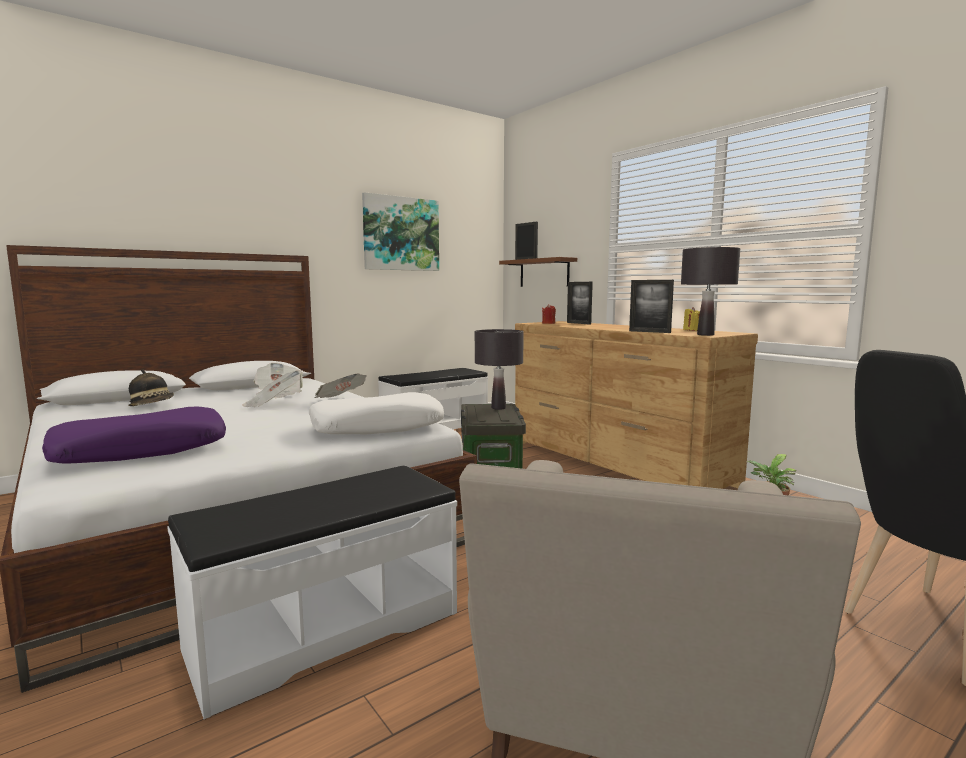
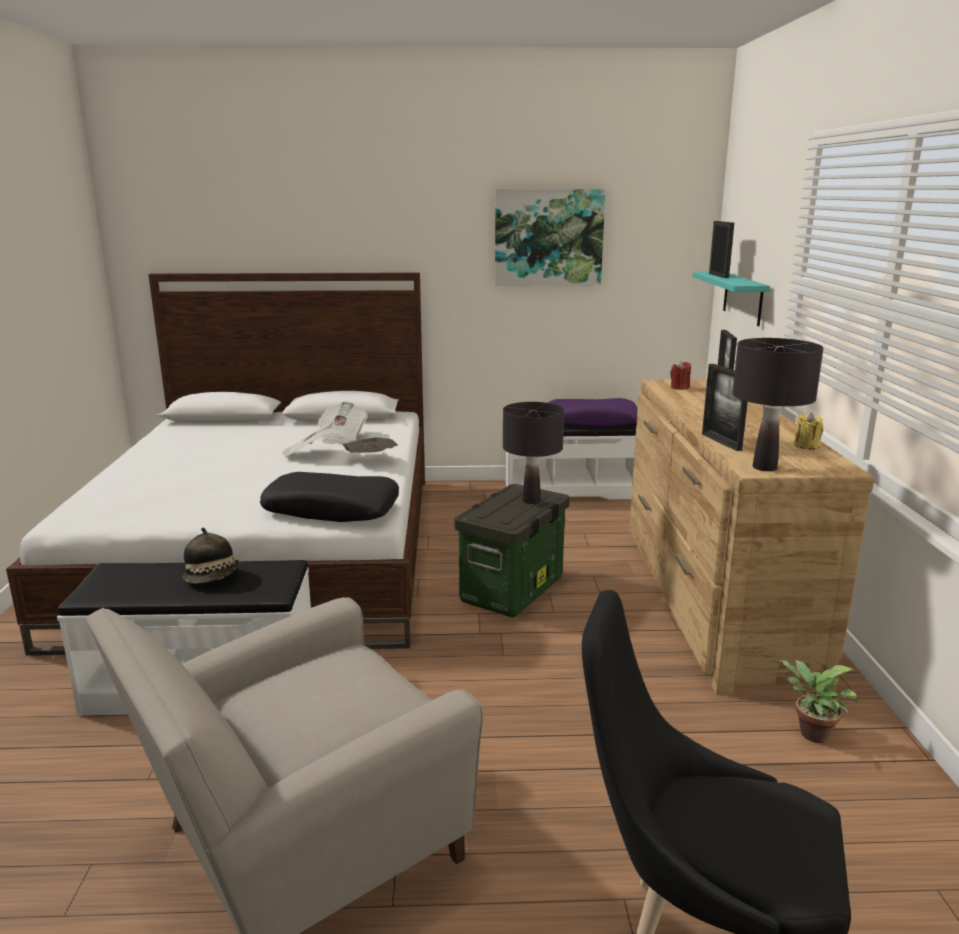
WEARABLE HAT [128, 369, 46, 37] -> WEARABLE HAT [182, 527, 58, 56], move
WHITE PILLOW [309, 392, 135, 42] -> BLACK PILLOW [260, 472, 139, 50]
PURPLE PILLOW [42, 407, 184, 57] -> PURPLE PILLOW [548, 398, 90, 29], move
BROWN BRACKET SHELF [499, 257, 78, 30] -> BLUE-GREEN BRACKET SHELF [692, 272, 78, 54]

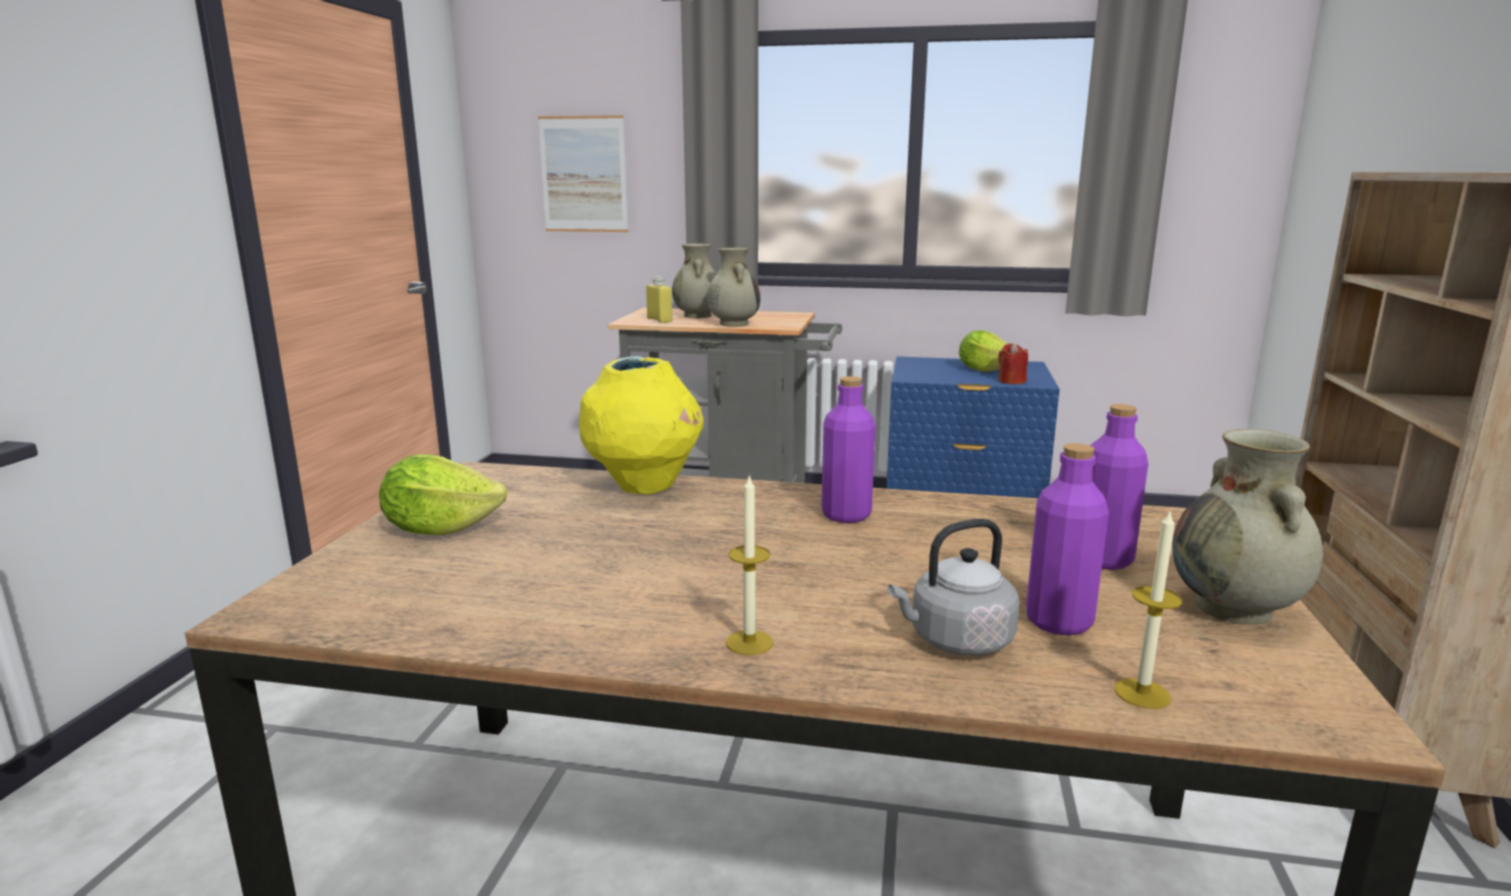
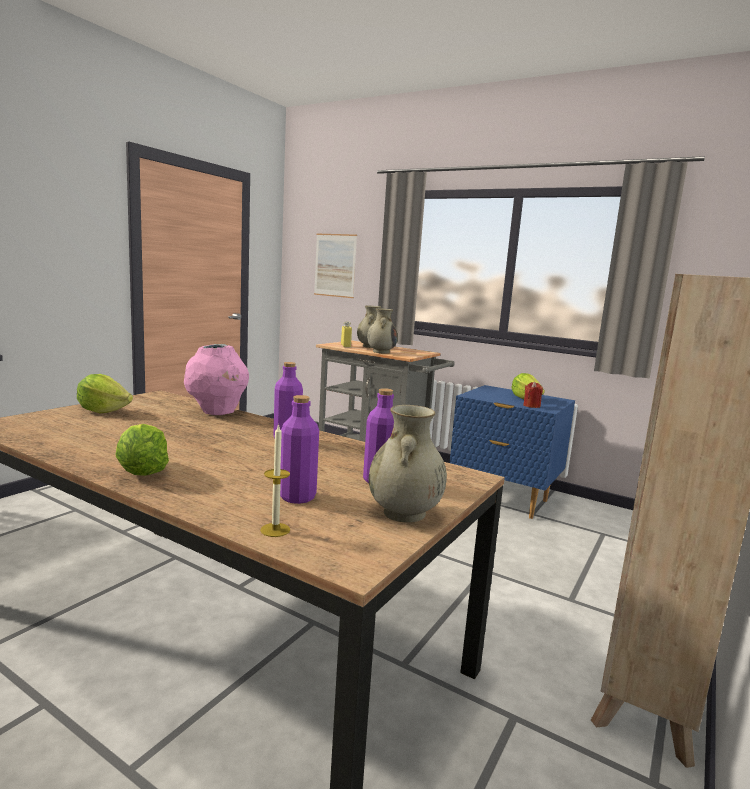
WAX LIGHT [726, 474, 47, 181] -> LETTUCE [115, 424, 54, 52]
YELLOWISH DECORATIVE VASE [579, 356, 125, 138] -> PINK-COLOURED DECORATIVE VASE [184, 344, 65, 71]
GRAY WATER KETTLE [888, 519, 132, 137] -> none

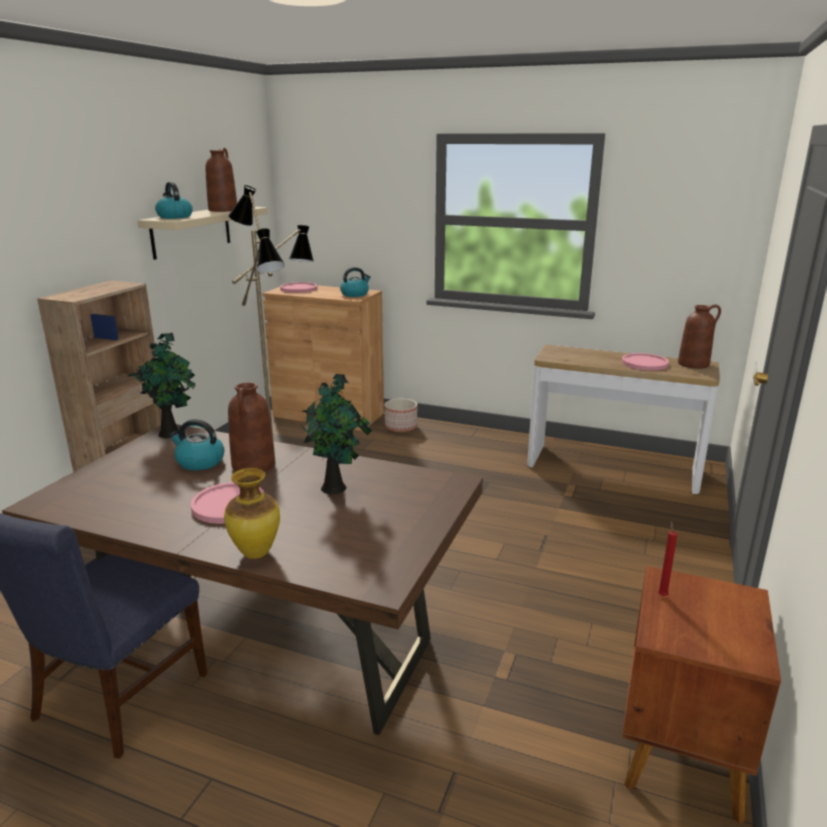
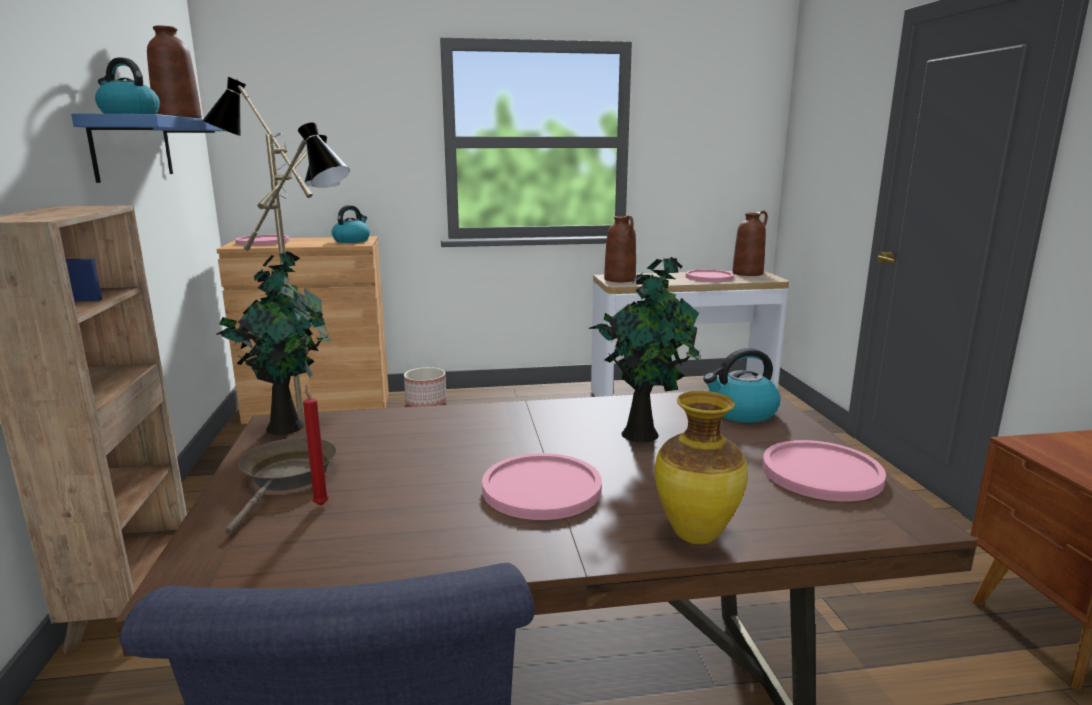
BEIGE-COLOURED BRACKET SHELF [137, 207, 131, 53] -> BLUE BRACKET SHELF [71, 114, 154, 69]
none -> BROWN FRYING PAN [225, 437, 112, 98]
RED-COLOURED WAX LIGHT [658, 521, 19, 75] -> RED-COLOURED WAX LIGHT [303, 384, 26, 121], move
BROWN DECORATIVE VASE [228, 382, 47, 90] -> BROWN DECORATIVE VASE [604, 215, 32, 67], move
WATER KETTLE [169, 419, 56, 51] -> WATER KETTLE [703, 348, 78, 75], move
none -> PINK-COLOURED DINNER PLATE [762, 440, 124, 62]

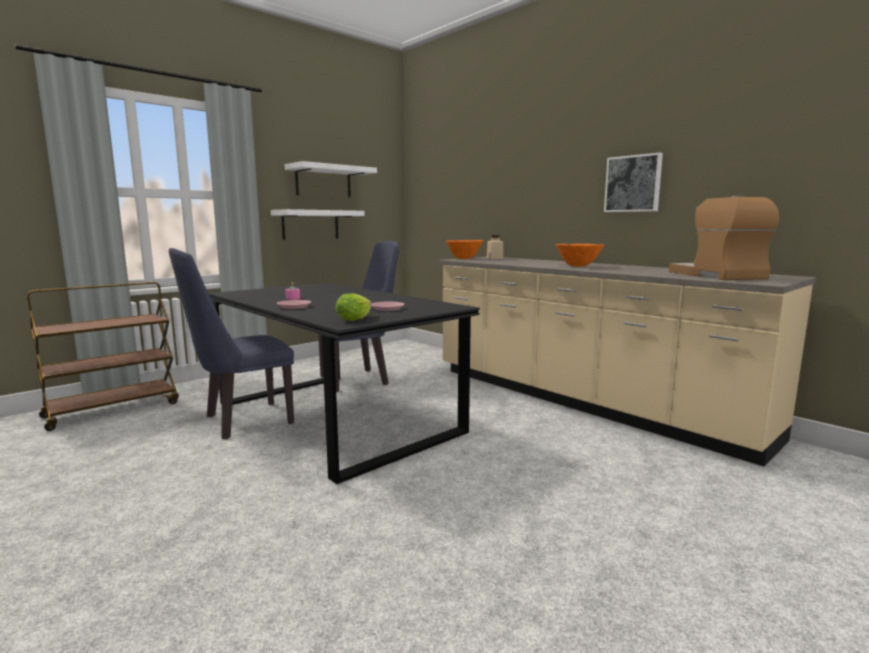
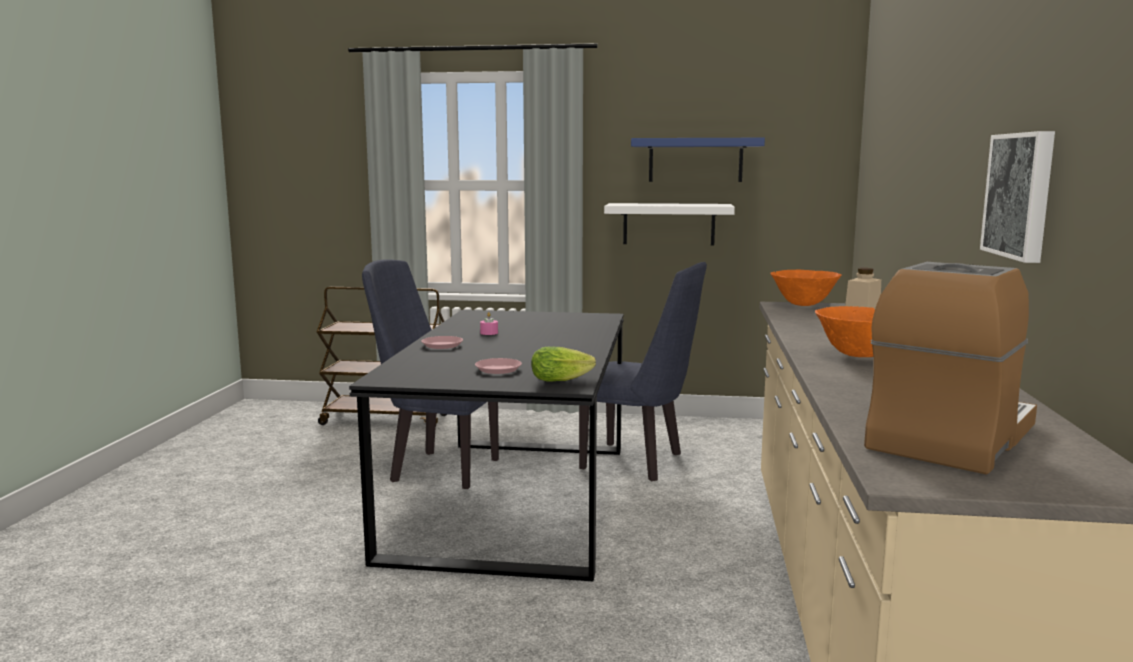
LETTUCE [335, 293, 36, 28] -> LETTUCE [531, 346, 65, 36], move
WHITE BRACKET SHELF [285, 161, 92, 36] -> BLUE BRACKET SHELF [631, 138, 134, 44]

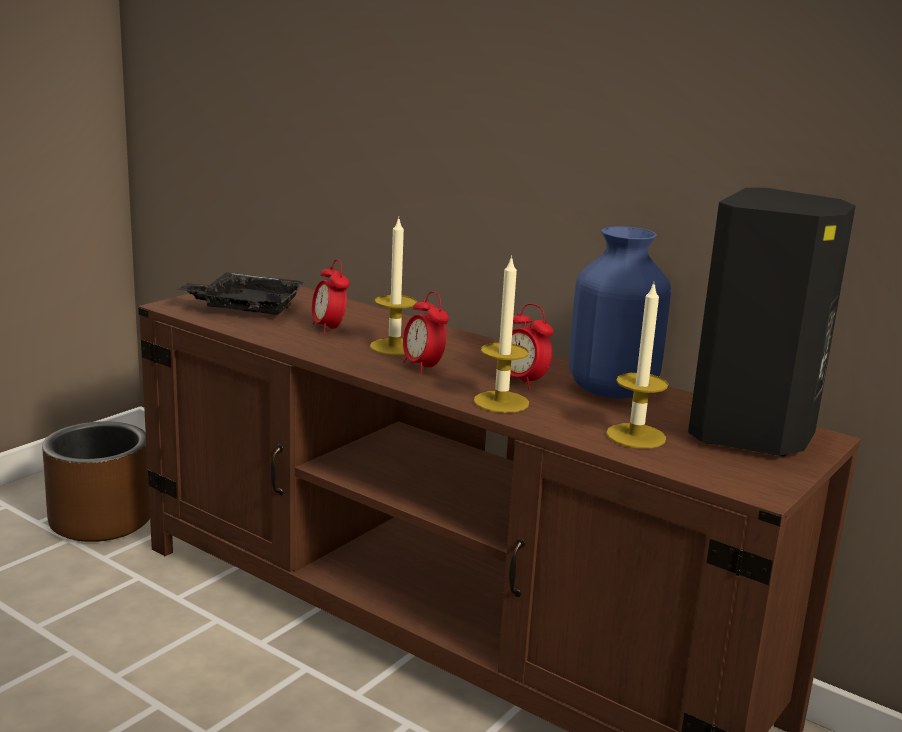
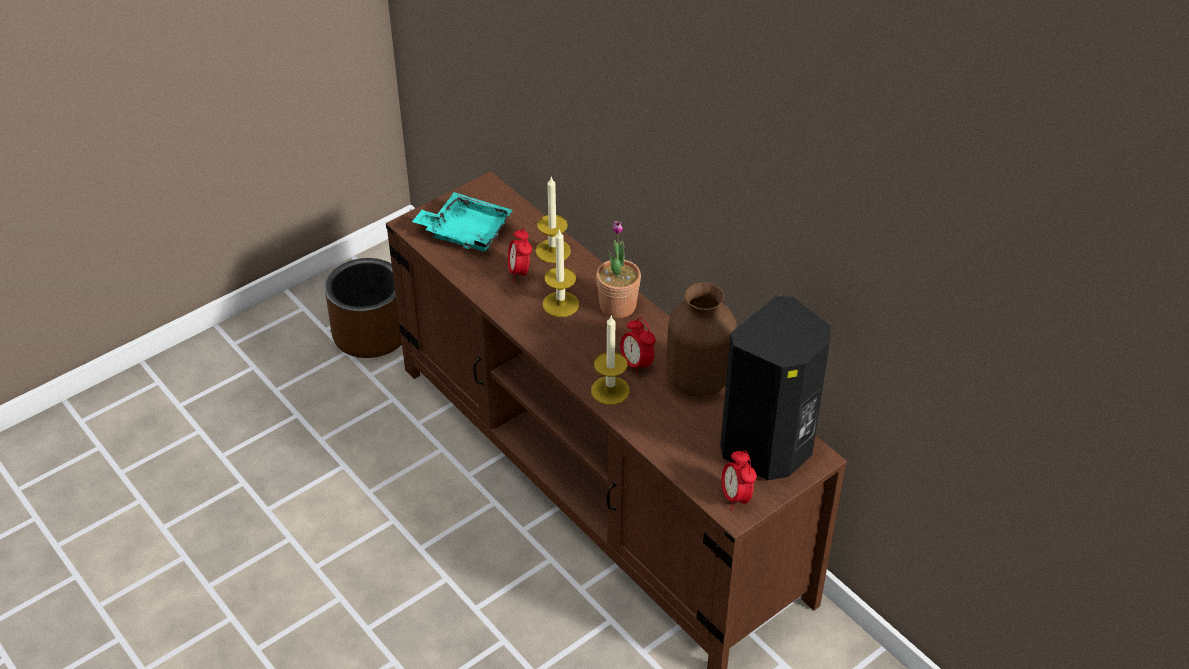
BLACK CARRYING TRAY [177, 272, 128, 43] -> BLUE-GREEN CARRYING TRAY [412, 192, 101, 60]
WAX LIGHT [606, 283, 62, 165] -> WAX LIGHT [535, 177, 36, 86], move
none -> PLANT IN A POT [596, 221, 45, 97]
BLUE DECORATIVE VASE [569, 226, 102, 172] -> BROWN DECORATIVE VASE [666, 282, 70, 115]
BEDSIDE CLOCK [403, 291, 46, 83] -> BEDSIDE CLOCK [722, 450, 35, 60], move

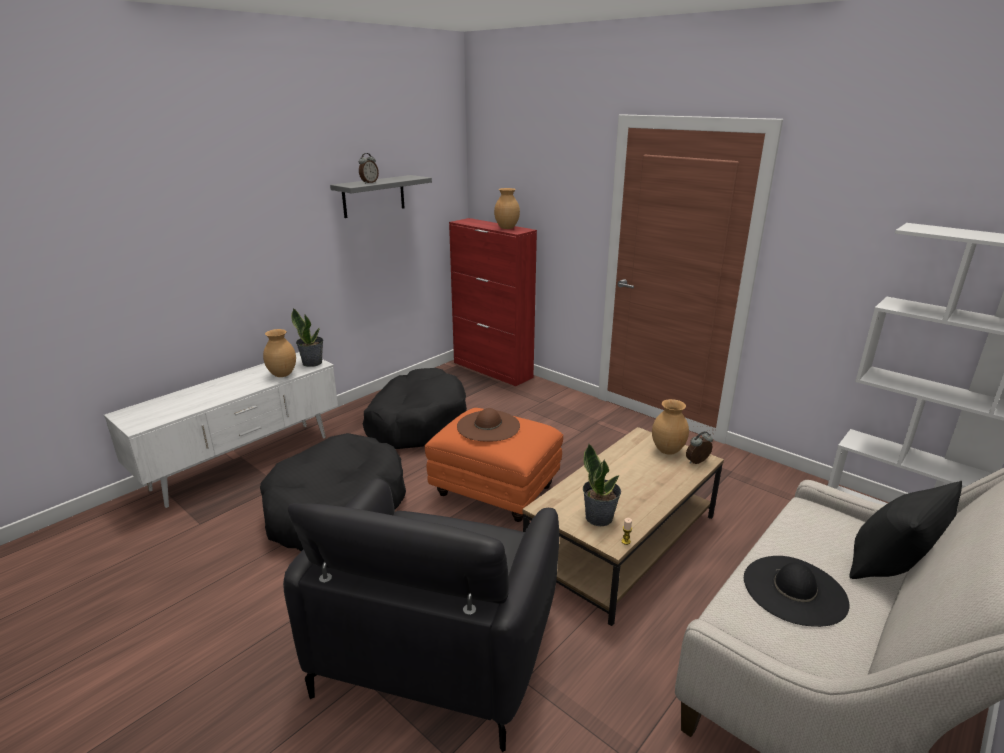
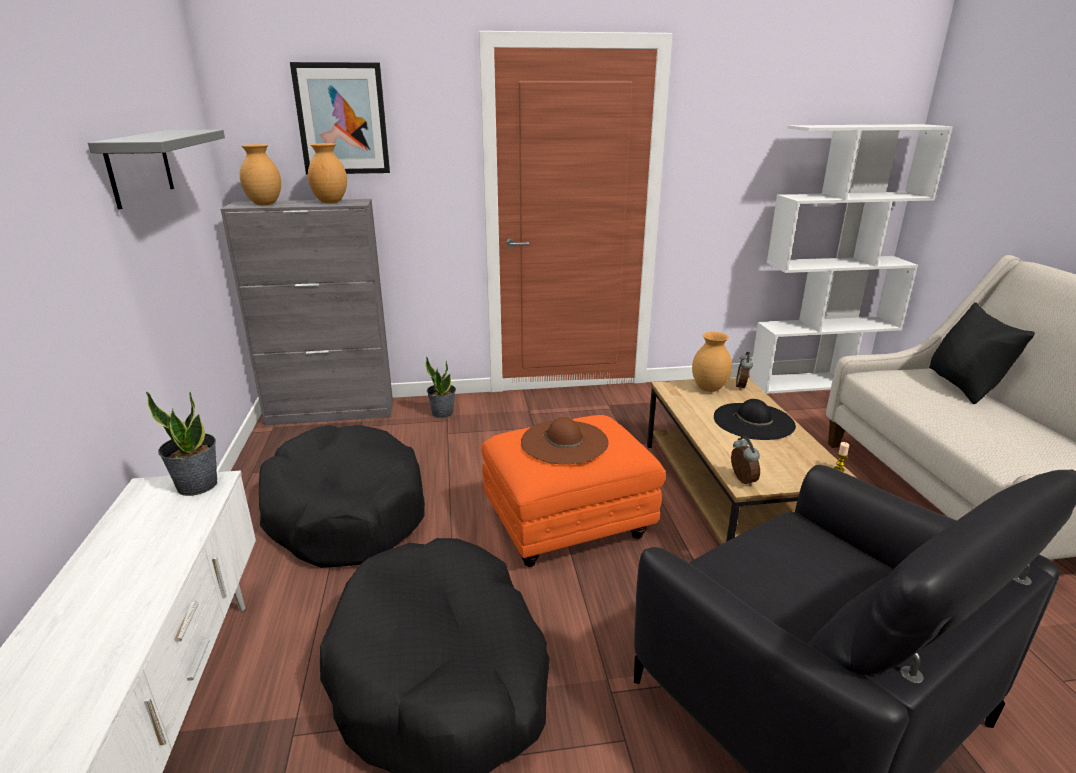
RED-COLOURED STORAGE CABINET [449, 218, 88, 168] -> GRAY STORAGE CABINET [220, 199, 173, 226]
BROWN DECORATIVE VASE [263, 329, 33, 48] -> BROWN DECORATIVE VASE [240, 144, 41, 61], move
none -> WALL PICTURE [290, 62, 100, 112]
PLANT IN A POT [583, 444, 38, 82] -> PLANT IN A POT [425, 356, 31, 62], move
BLACK WEARABLE HAT [744, 556, 105, 71] -> BLACK WEARABLE HAT [714, 399, 82, 41], move
BEDSIDE CLOCK [359, 153, 20, 31] -> BEDSIDE CLOCK [731, 437, 29, 50], move

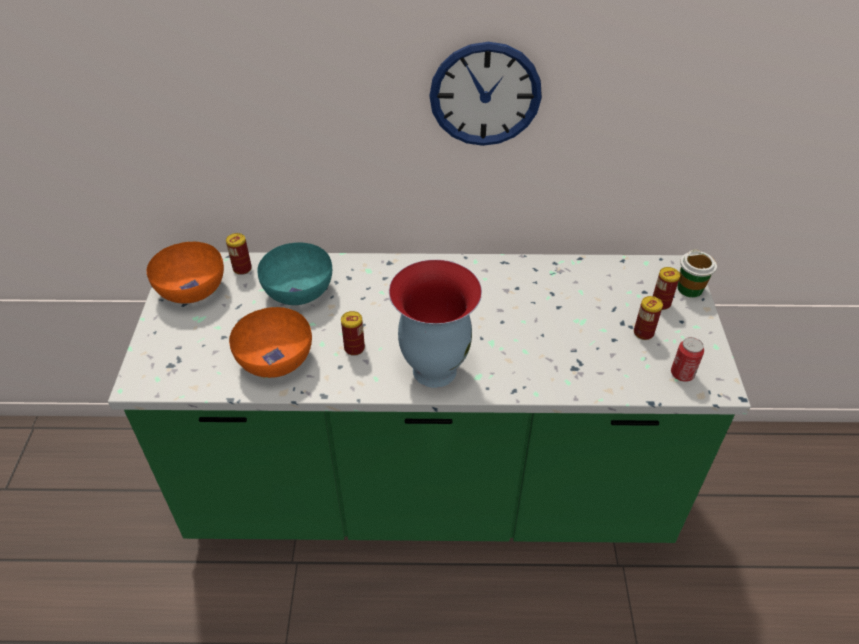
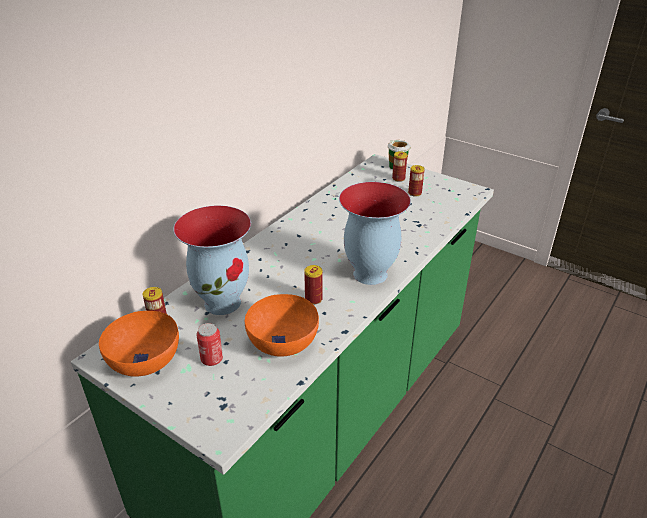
BLUE-GREEN BOWL [257, 243, 75, 62] -> DECORATIVE VASE [173, 206, 78, 109]
SEALED CAN [671, 337, 33, 45] -> SEALED CAN [196, 323, 27, 43], move
CLOCK ON THE WALL [430, 42, 112, 104] -> none

